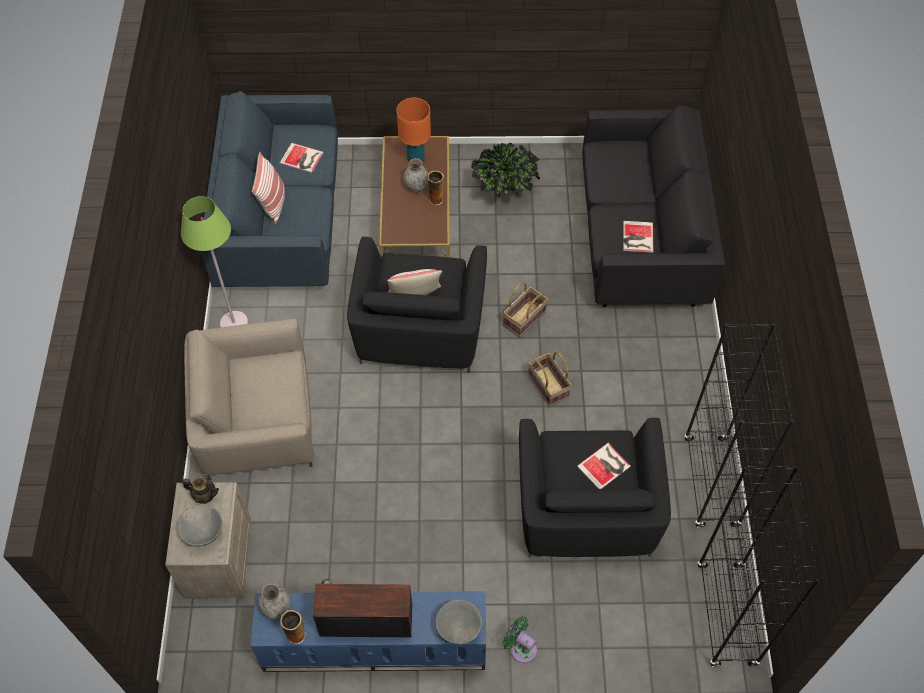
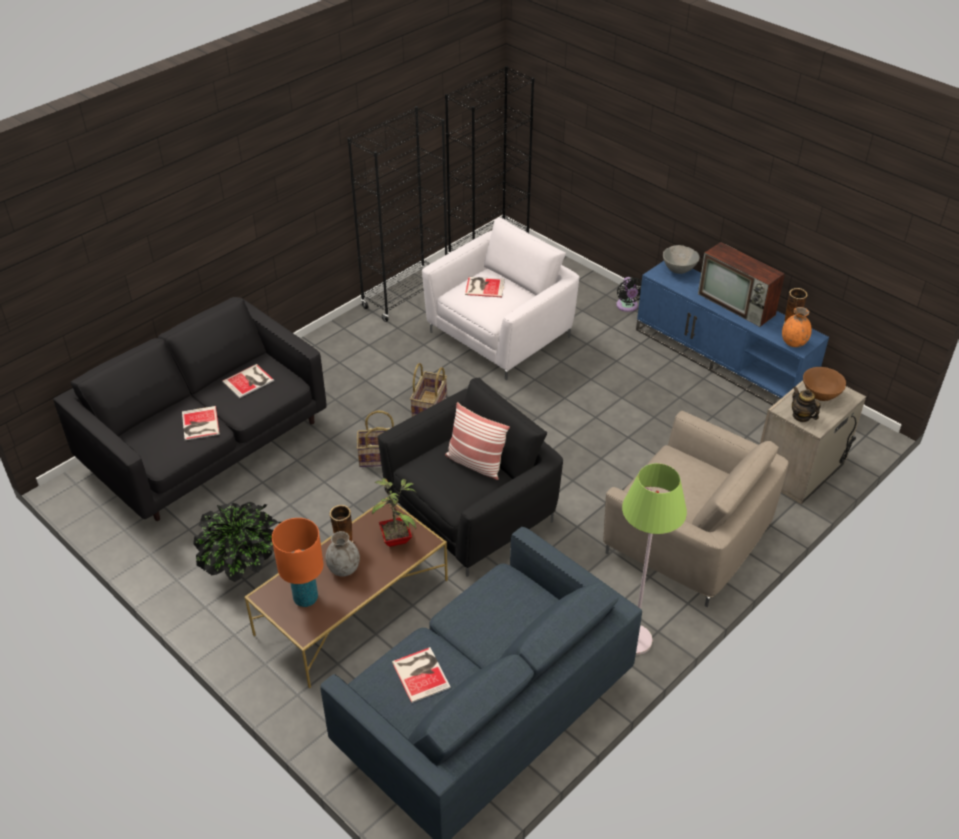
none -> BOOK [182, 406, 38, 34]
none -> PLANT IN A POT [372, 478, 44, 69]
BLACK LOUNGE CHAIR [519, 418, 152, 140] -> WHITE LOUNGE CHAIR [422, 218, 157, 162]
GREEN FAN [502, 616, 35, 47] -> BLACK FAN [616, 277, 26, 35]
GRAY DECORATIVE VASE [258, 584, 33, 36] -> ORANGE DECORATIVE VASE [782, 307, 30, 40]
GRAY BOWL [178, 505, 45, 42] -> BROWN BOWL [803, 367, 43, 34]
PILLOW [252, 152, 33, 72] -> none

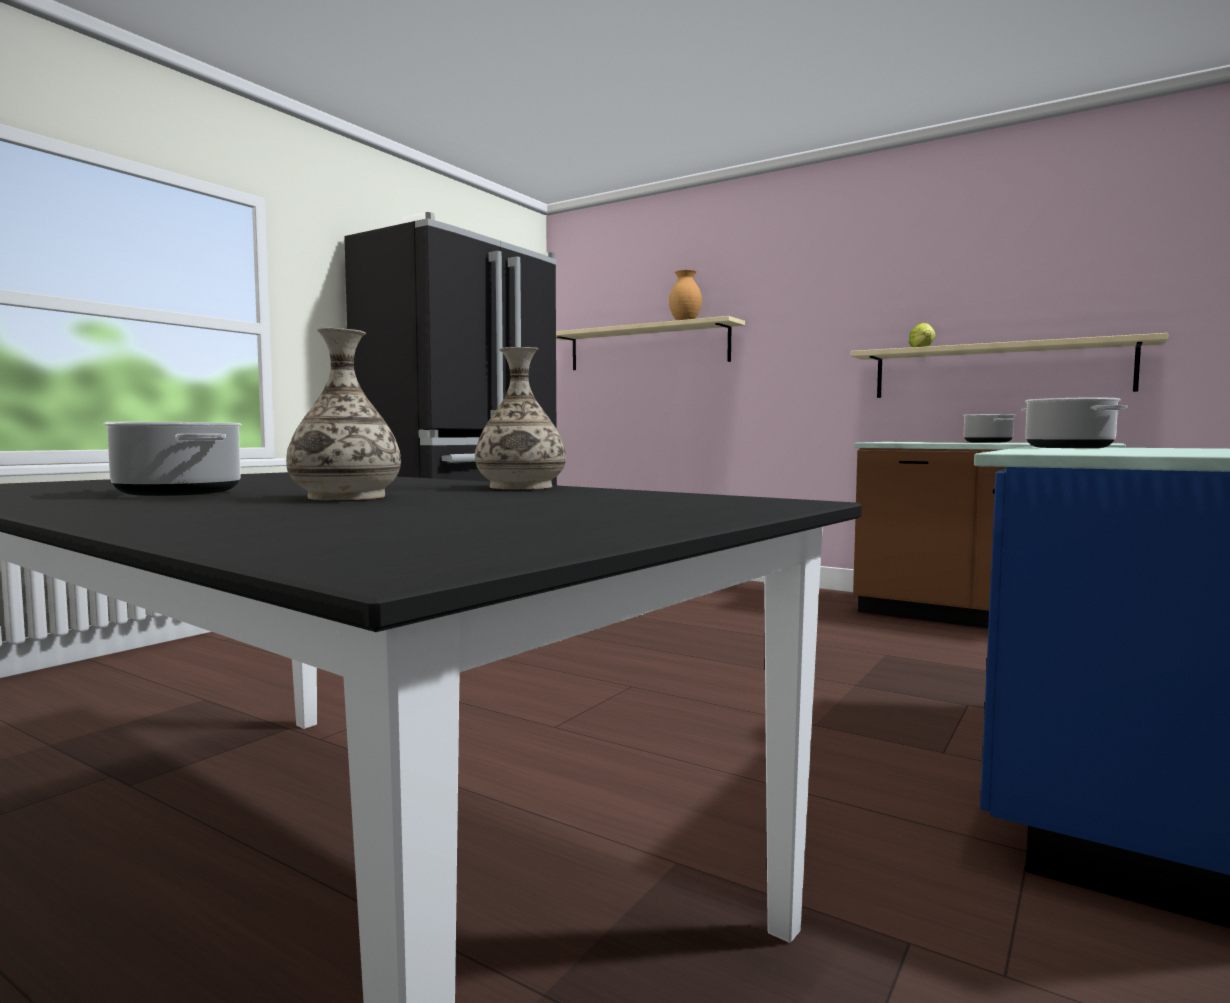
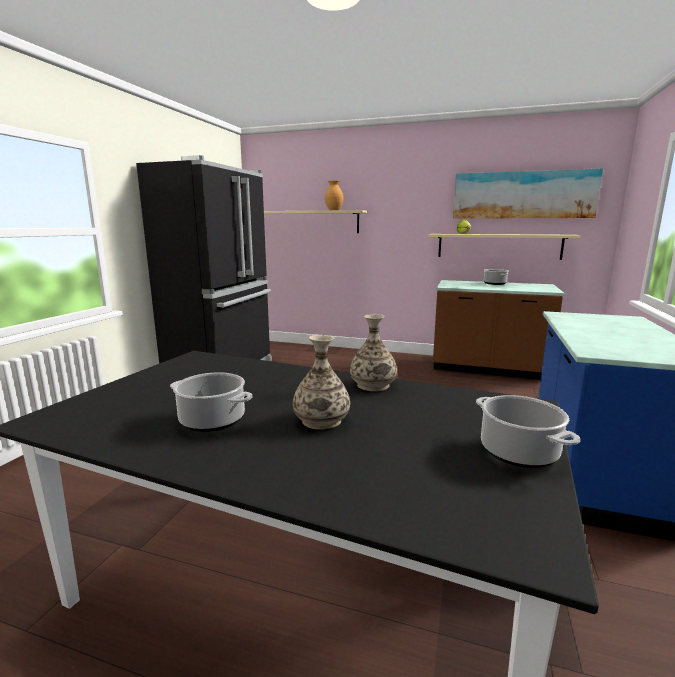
none -> WALL PICTURE [453, 169, 150, 50]
COOKING POT [1022, 397, 105, 51] -> COOKING POT [476, 395, 105, 73], move

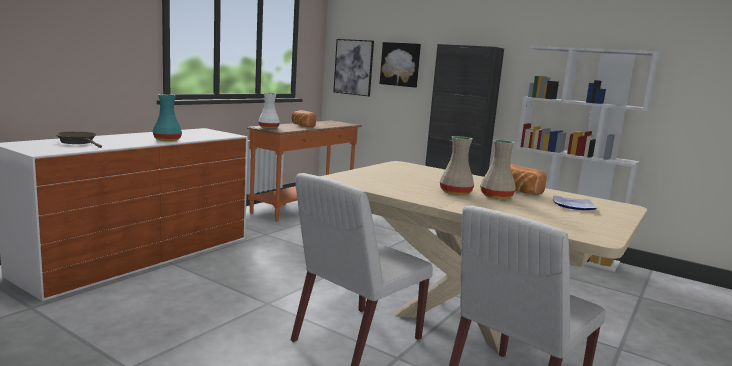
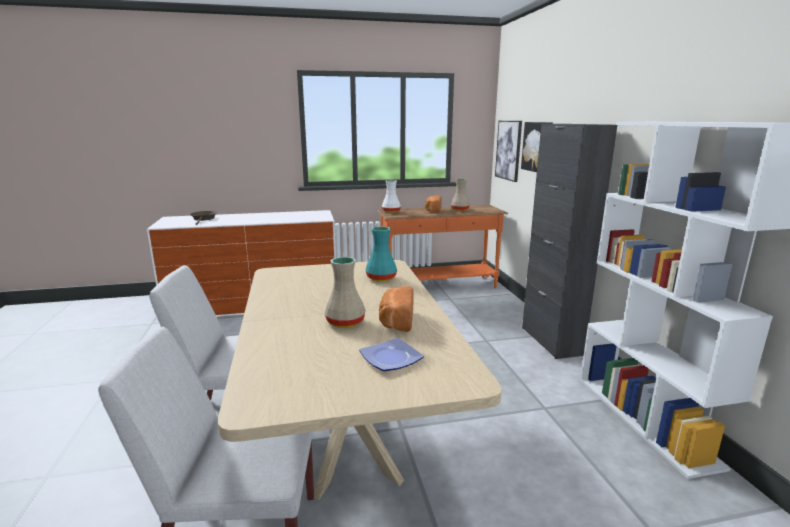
BLUE-GREEN DECORATIVE VASE [153, 94, 29, 47] -> BLUE-GREEN DECORATIVE VASE [366, 226, 31, 56], move
BEIGE-COLOURED DECORATIVE VASE [440, 136, 34, 59] -> BEIGE-COLOURED DECORATIVE VASE [451, 179, 19, 32], move

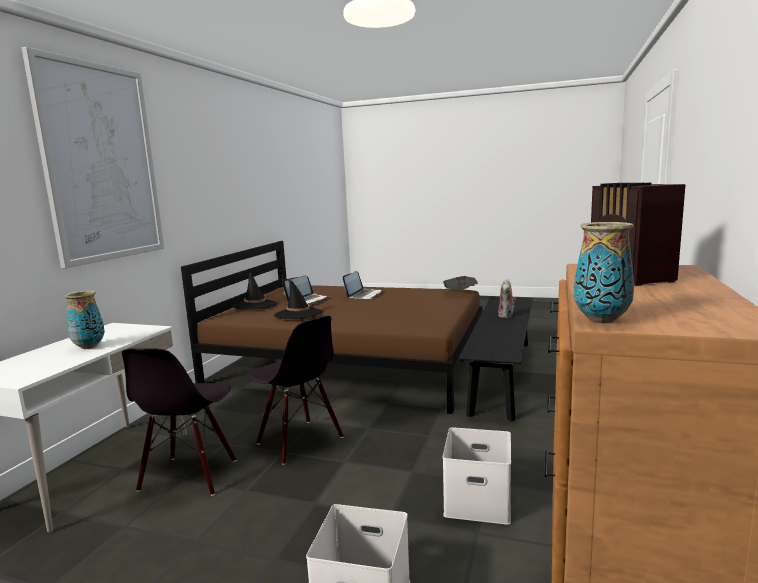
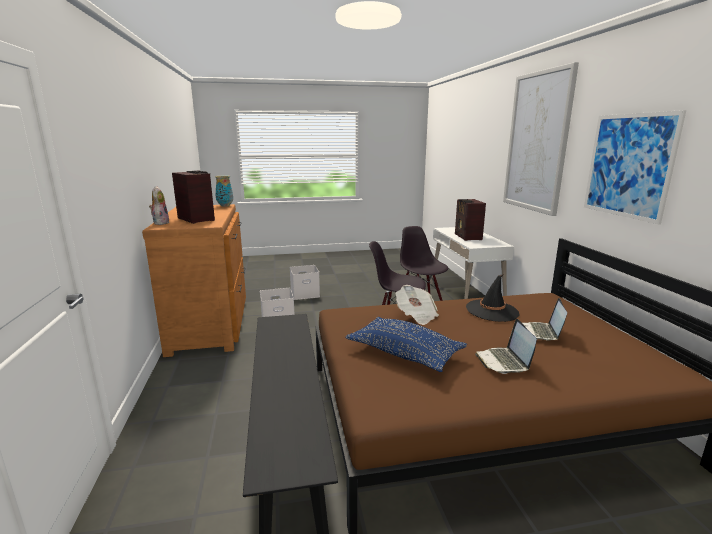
SOFT TOY [498, 279, 18, 39] -> SOFT TOY [149, 186, 20, 39], move
none -> BLUE PILLOW [345, 317, 122, 55]
NEWSPAPER [443, 276, 35, 13] -> NEWSPAPER [396, 285, 43, 40], move
DECORATIVE VASE [64, 290, 41, 59] -> RADIO [455, 199, 31, 42]
none -> WALL PICTURE [584, 110, 102, 115]
BLACK WEARABLE HAT [233, 272, 45, 38] -> none

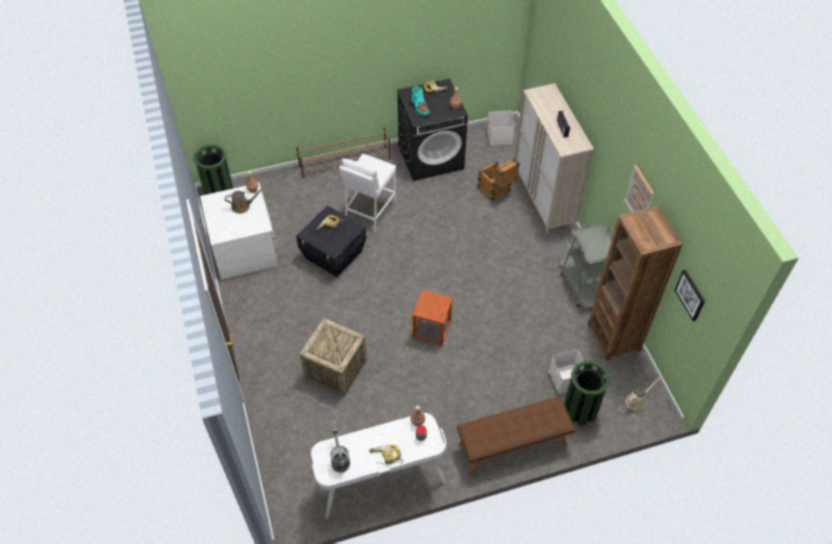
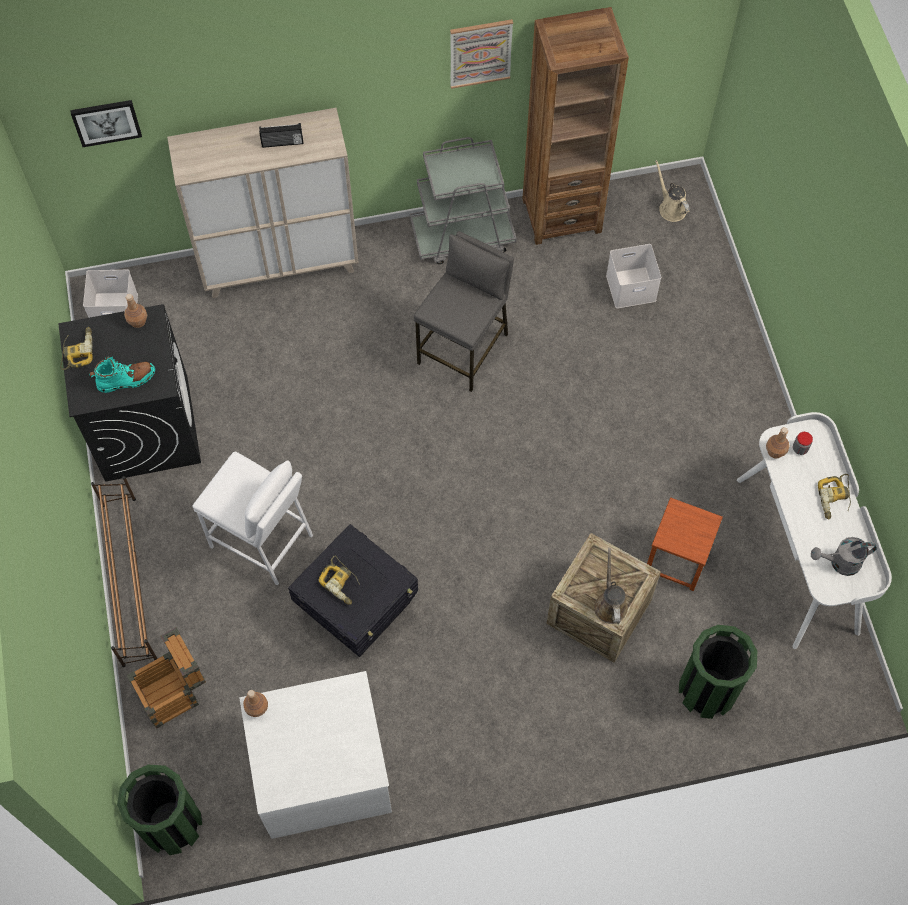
WALL PICTURE [675, 269, 30, 52] -> WALL PICTURE [70, 100, 72, 47], move
PACKING CRATE [478, 158, 42, 43] -> PACKING CRATE [127, 627, 79, 101], move
none -> GRAY STOOL SEAT [414, 231, 100, 161]
BROWN WATERING POT [225, 188, 38, 26] -> BROWN WATERING POT [594, 548, 34, 76], move
BROWN STOOL SEAT [412, 290, 41, 56] -> BROWN STOOL SEAT [647, 497, 76, 94], move
GREEN WASTE BIN [564, 361, 46, 64] -> GREEN WASTE BIN [679, 625, 78, 94], move
BROWN LONG SEAT [457, 396, 119, 79] -> none

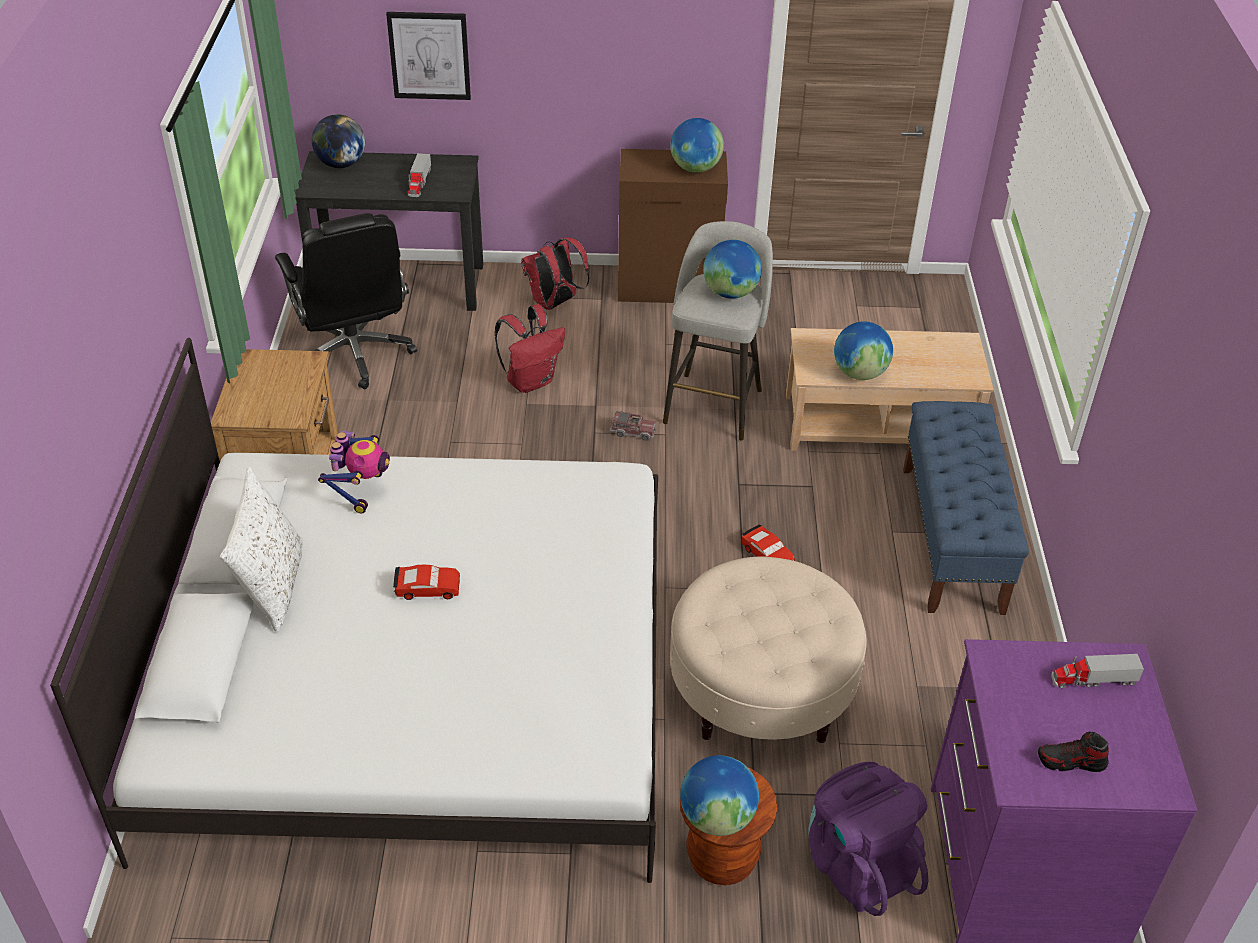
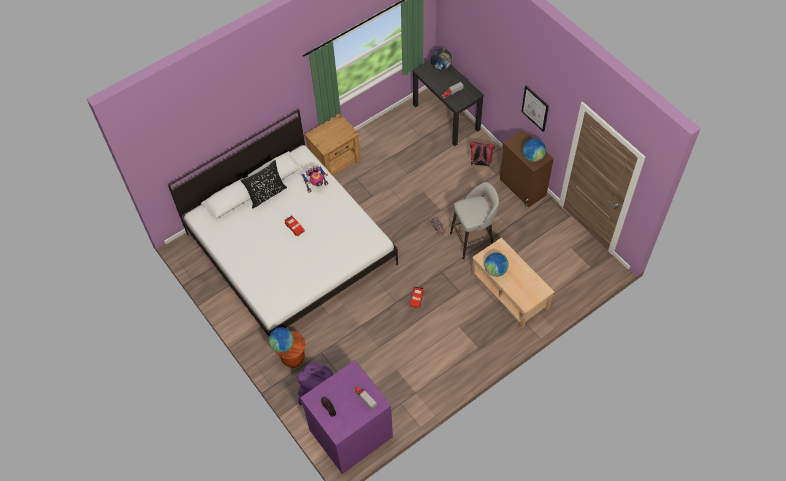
WHITE PILLOW [220, 467, 83, 165] -> BLACK PILLOW [241, 160, 46, 48]
WALL PICTURE [386, 12, 85, 88] -> WALL PICTURE [521, 86, 28, 46], move
BLACK COMPUTER CHAIR [275, 213, 142, 176] -> none
RED-COLOURED BACKPACK [495, 304, 70, 89] -> none
BEIGE-COLOURED FOOTREST [670, 557, 197, 186] -> none
GLOBE [703, 240, 59, 59] -> none
BLUE LONG SEAT [903, 401, 126, 214] -> none

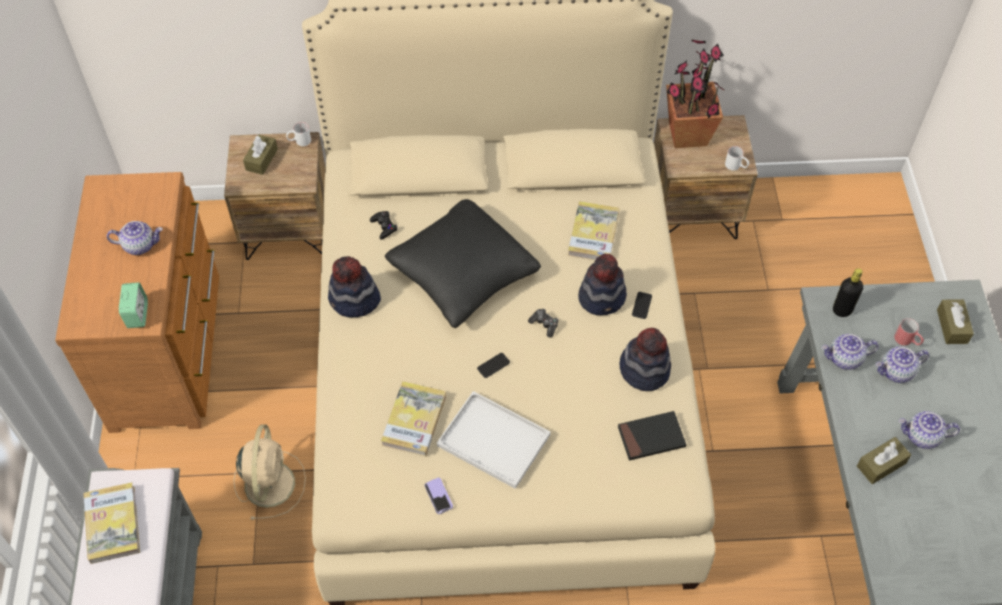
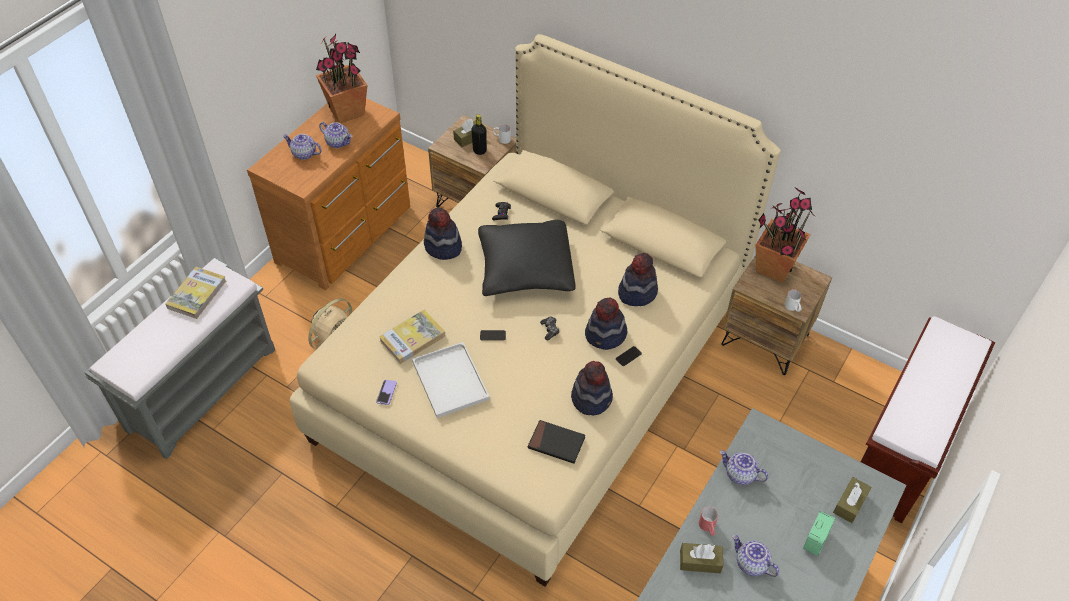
POT FOR TEA [875, 347, 54, 36] -> POT FOR TEA [283, 134, 39, 26], move
none -> PLANT IN A POT [316, 34, 52, 89]
BLACK BOTTLE [833, 268, 30, 49] -> BLACK BOTTLE [472, 114, 15, 41], move
BOOK [568, 201, 52, 59] -> WEARABLE HAT [618, 253, 40, 53]
RED-COLOURED MUG [894, 318, 30, 28] -> RED-COLOURED MUG [699, 506, 19, 30], move
BEDSIDE CLOCK [119, 282, 29, 46] -> BEDSIDE CLOCK [803, 511, 32, 45], move
none -> BROWN LONG SEAT [860, 316, 135, 207]

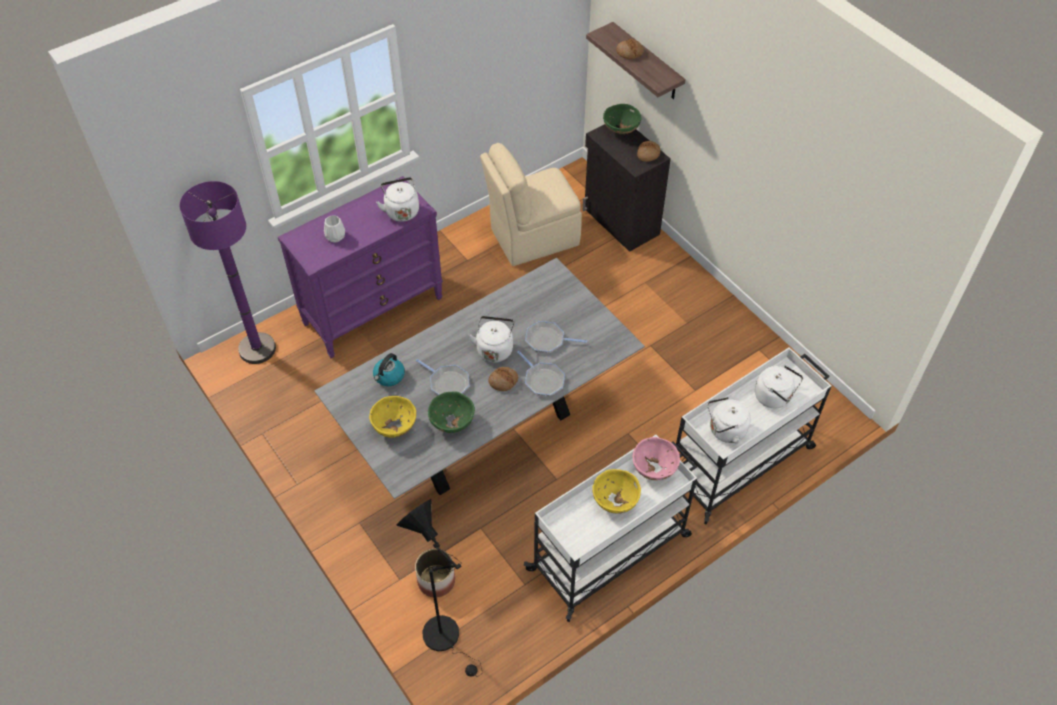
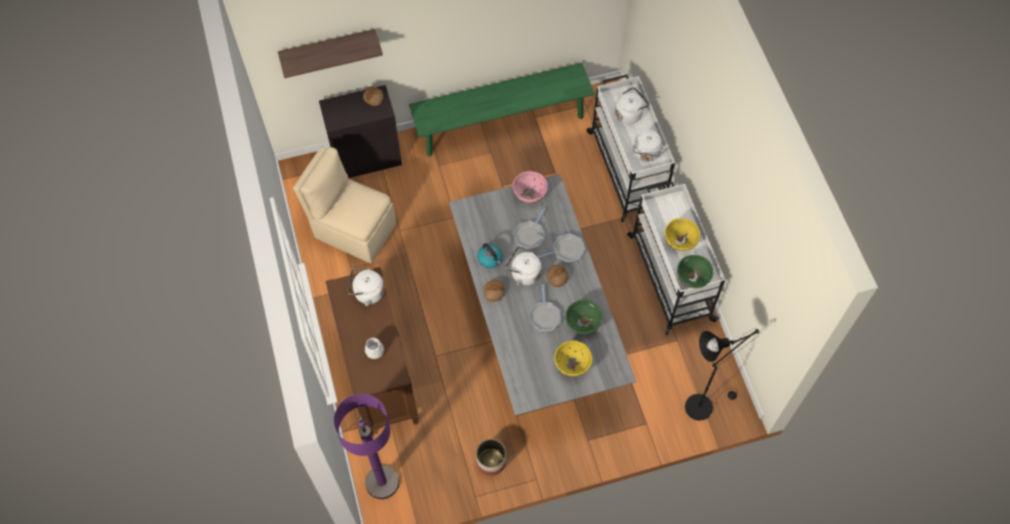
BEIGE-COLOURED PLAIN CHAIR [480, 143, 102, 123] -> BEIGE-COLOURED PLAIN CHAIR [293, 147, 103, 116], 120 degrees clockwise
PURPLE DRESSER [278, 176, 165, 182] -> BROWN DRESSER [325, 267, 94, 170]
none -> GREEN LONG SEAT [409, 63, 186, 94]
PLANTER [415, 549, 40, 48] -> PLANTER [476, 439, 30, 37], move
WATER KETTLE [373, 353, 32, 33] -> WATER KETTLE [477, 243, 26, 25], move
BAKED BREAD [616, 39, 28, 20] -> BAKED BREAD [484, 280, 21, 22], move
PINK-COLOURED BOWL [632, 437, 48, 43] -> PINK-COLOURED BOWL [513, 171, 35, 32], move
FRYING PAN [416, 359, 54, 36] -> FRYING PAN [529, 284, 32, 47], 120 degrees clockwise
GREEN BOWL [603, 104, 38, 30] -> GREEN BOWL [677, 255, 36, 33], move

